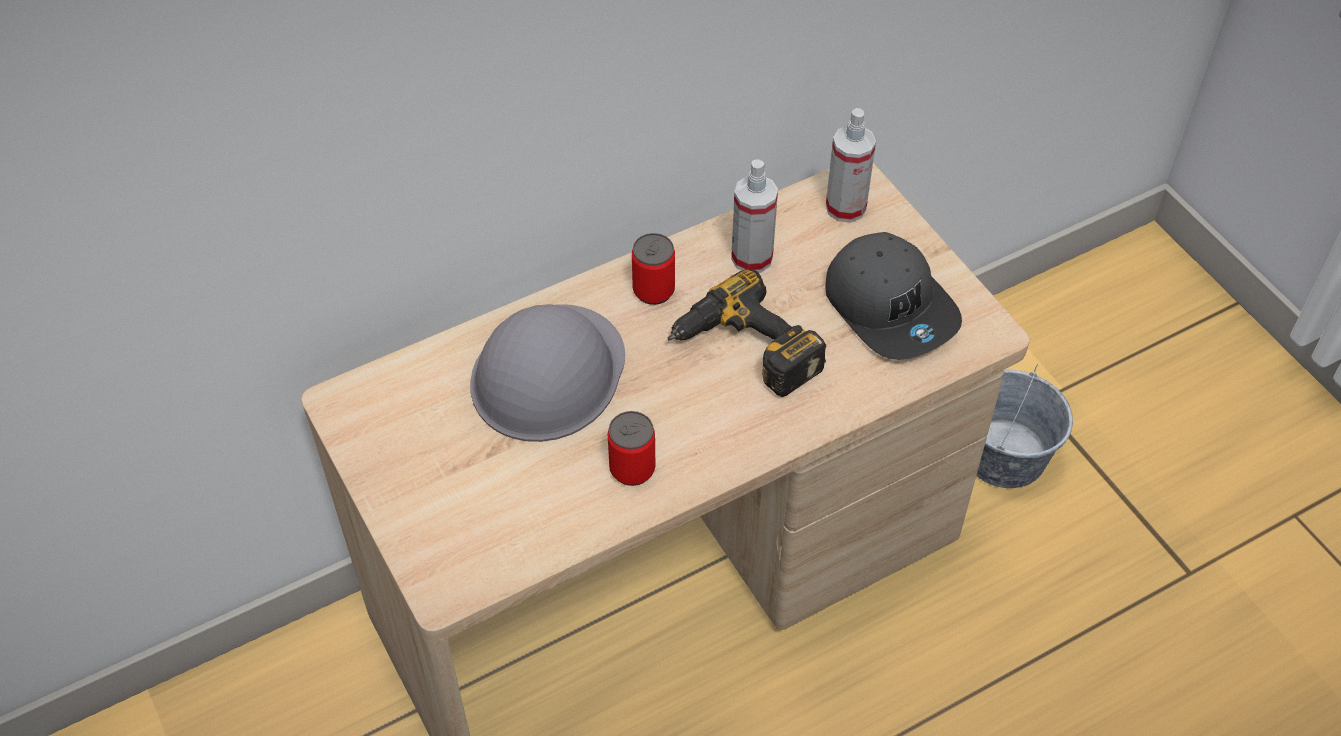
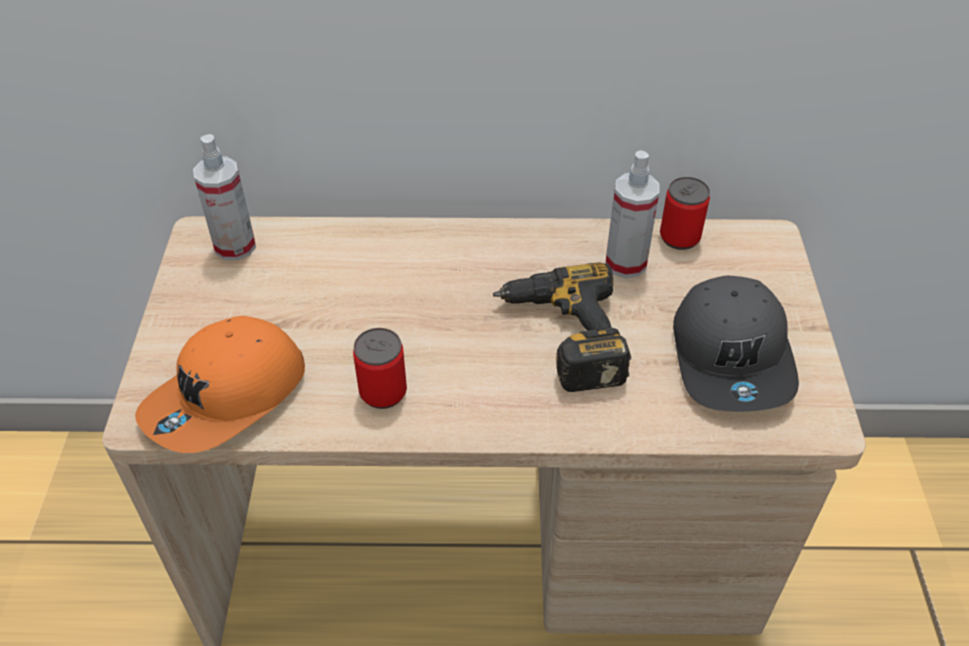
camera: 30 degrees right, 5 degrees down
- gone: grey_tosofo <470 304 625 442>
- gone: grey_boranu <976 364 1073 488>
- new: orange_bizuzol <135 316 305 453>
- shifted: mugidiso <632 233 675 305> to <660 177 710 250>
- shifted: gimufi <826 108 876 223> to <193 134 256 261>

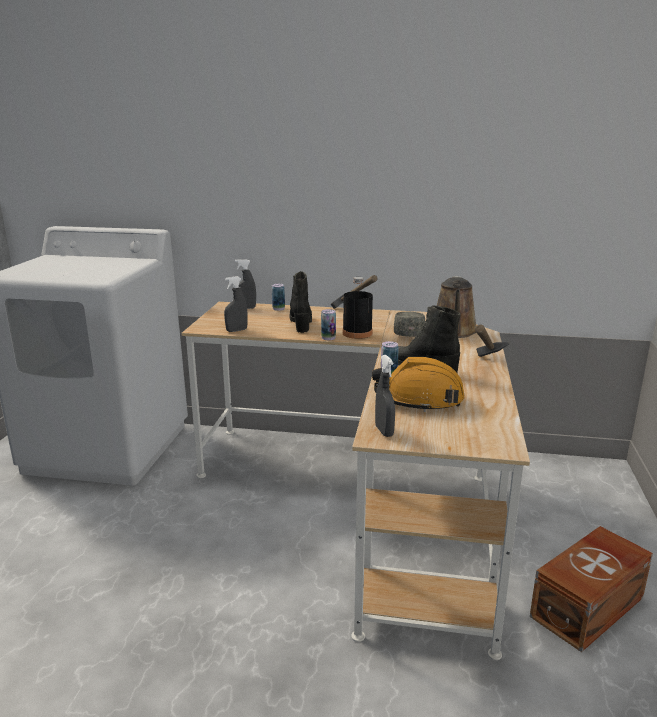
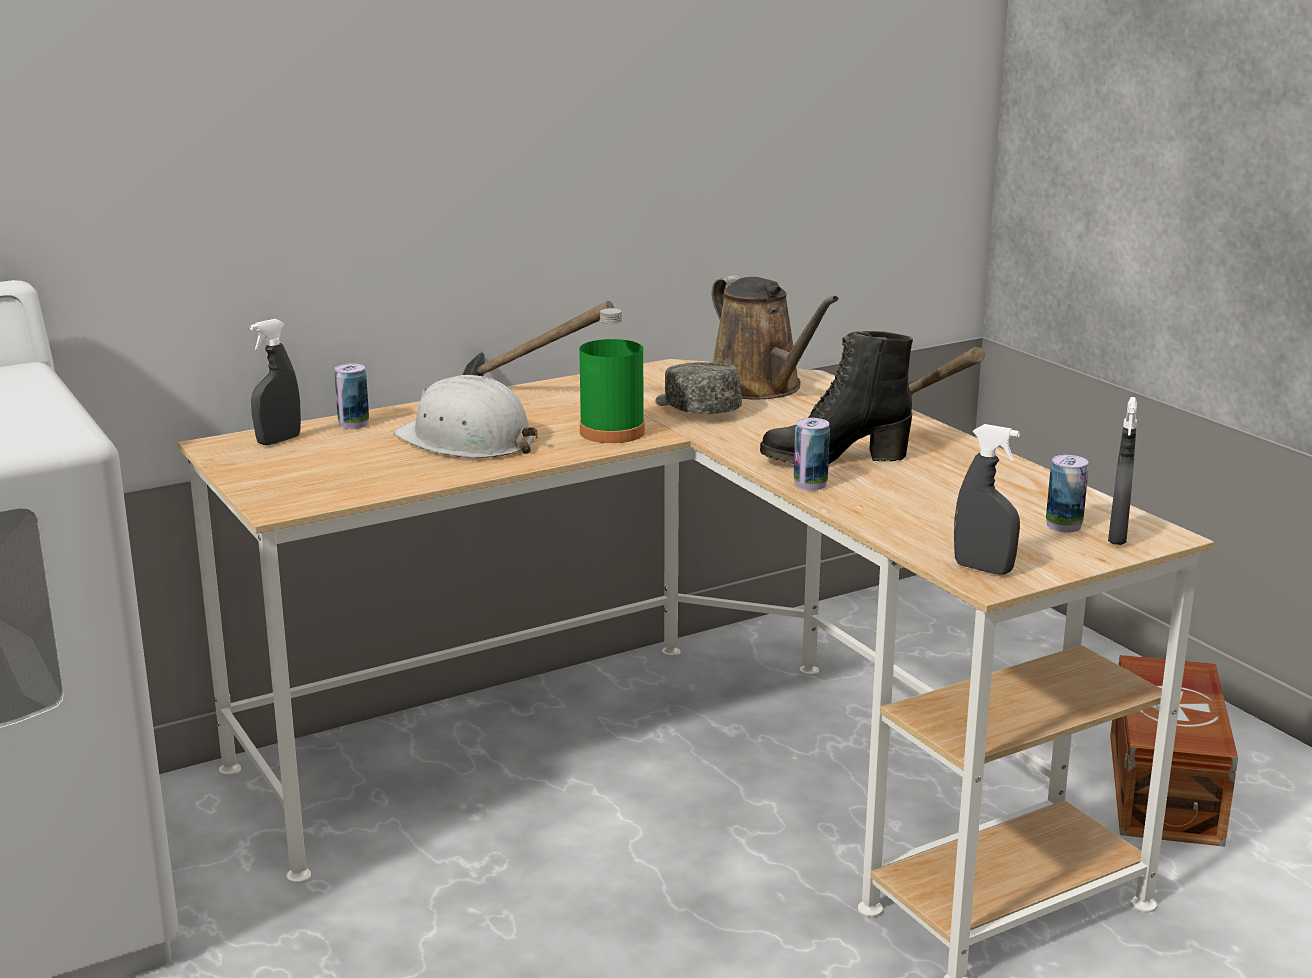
camera: 40 degrees left, 0 degrees up
- gone: orange_tosofo <372 357 465 412>
- shifted: grey_gimufi <224 276 248 332> to <1108 397 1137 545>
- shifted: mugidiso <321 309 336 340> to <1046 455 1089 533>
- swapped: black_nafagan <290 271 312 333> to white_tosofo <394 375 538 458>
- repainted: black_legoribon <343 277 373 339> to green_legoribon <579 308 645 443>

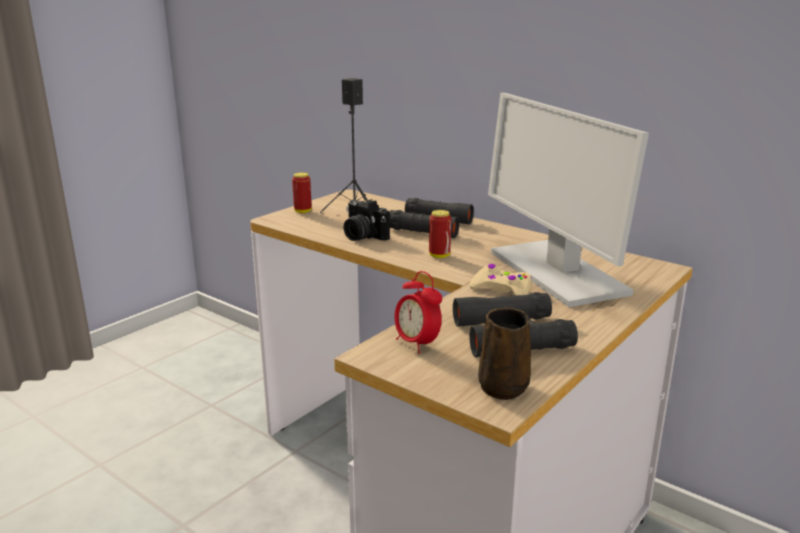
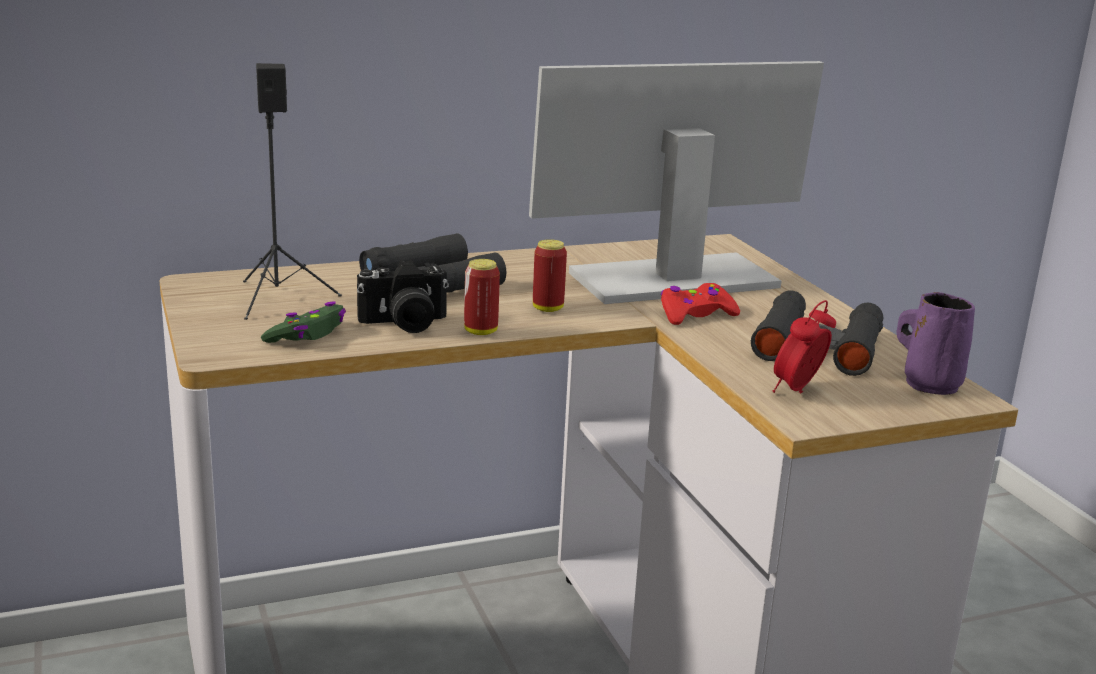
camera: 60 degrees left, 0 degrees up
- new: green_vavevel <261 301 346 343>
- shifted: mugidiso <292 172 312 213> to <464 259 500 335>
- repainted: beige_vavevel <470 264 532 295> to red_vavevel <661 283 740 325>
- repainted: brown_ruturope <478 307 531 400> to purple_ruturope <896 292 975 395>
- rotated: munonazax <395 271 442 354> = <773 300 836 393> 135 degrees clockwise
- rotated: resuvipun <488 93 649 307> = <529 61 824 304> 150 degrees clockwise

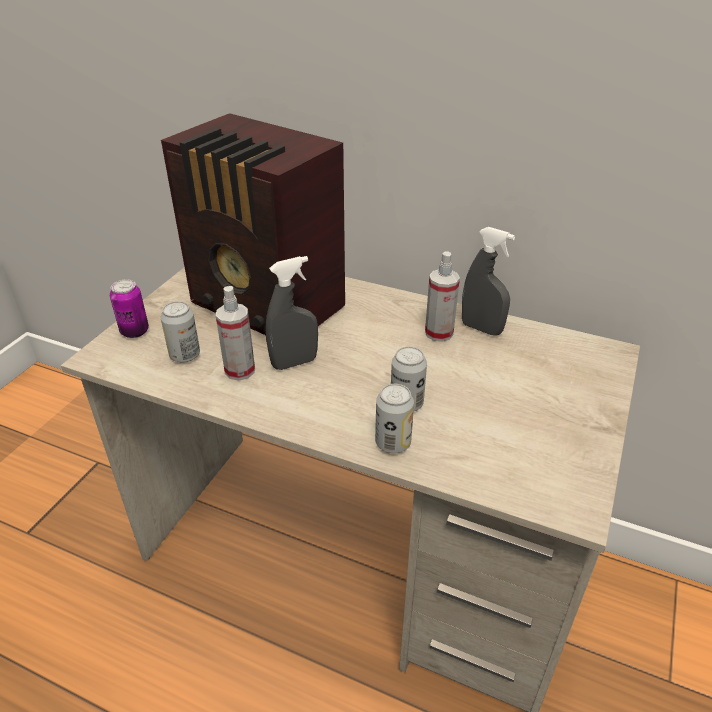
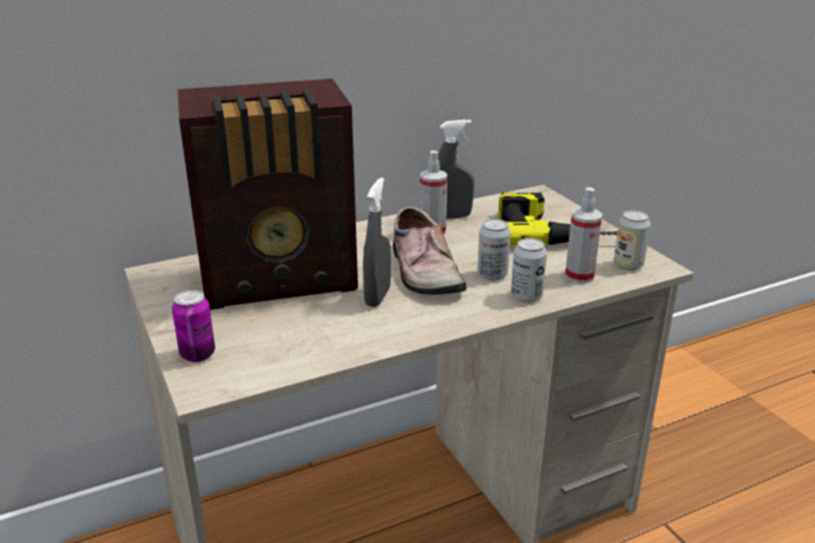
camera: 50 degrees left, 10 degrees down
- new: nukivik <393 207 467 295>
- new: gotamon <498 193 618 245>
- shifted: mugidiso <161 301 200 363> to <614 210 651 271>
- shifted: gimufi <216 286 255 381> to <565 187 602 283>

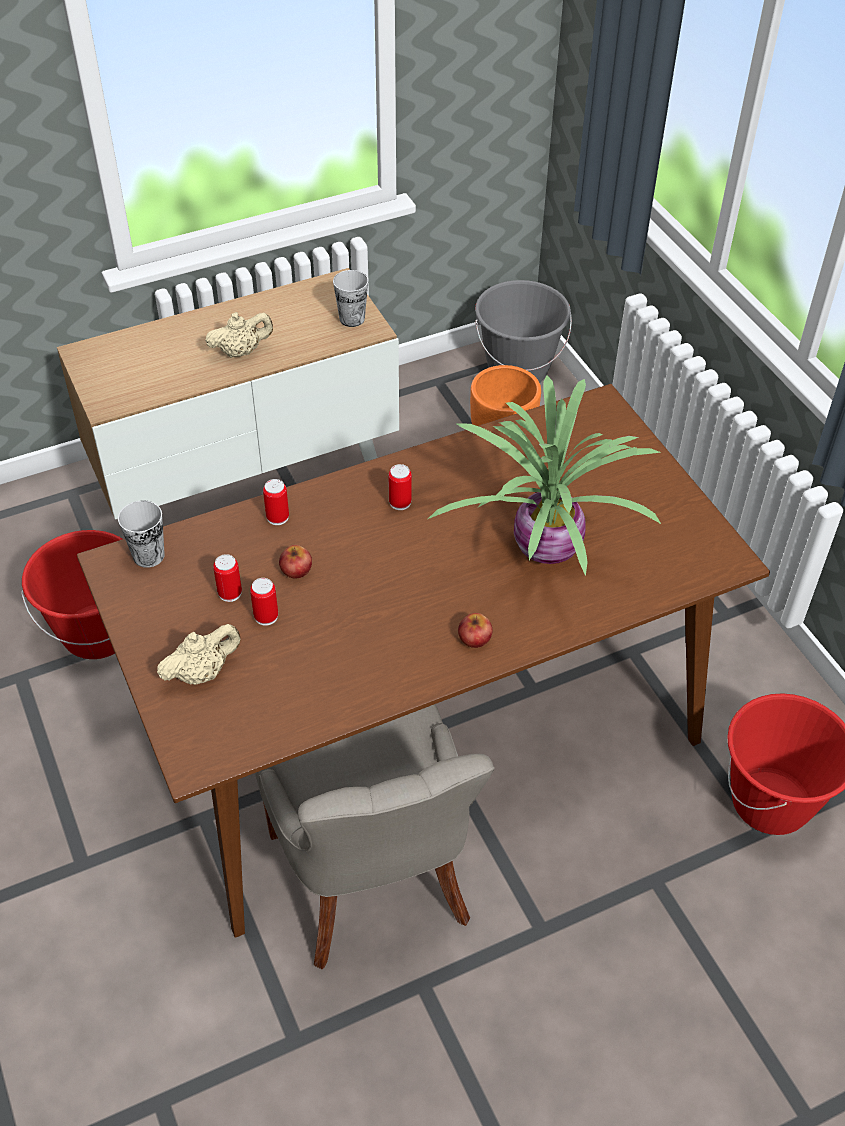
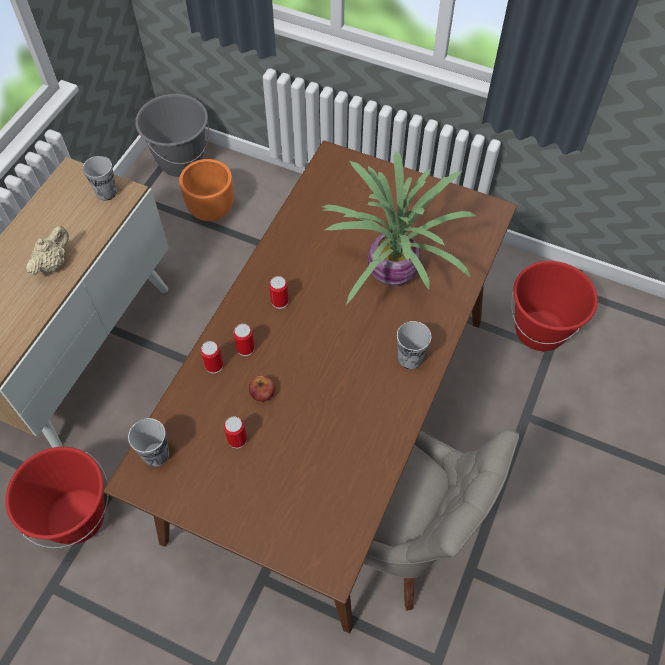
camera: 40 degrees left, 10 degrees up
- gone: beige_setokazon <157 624 241 685>
- shifted: mugidiso <250 578 278 626> to <233 324 255 356>
- swapped: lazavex <458 613 493 648> to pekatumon <397 321 431 369>

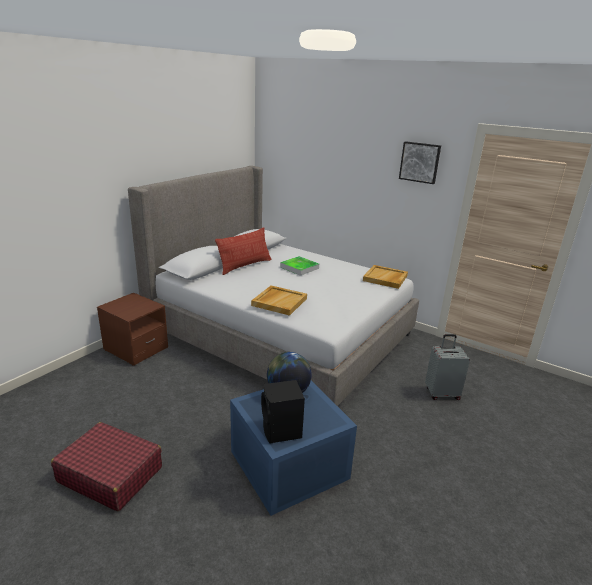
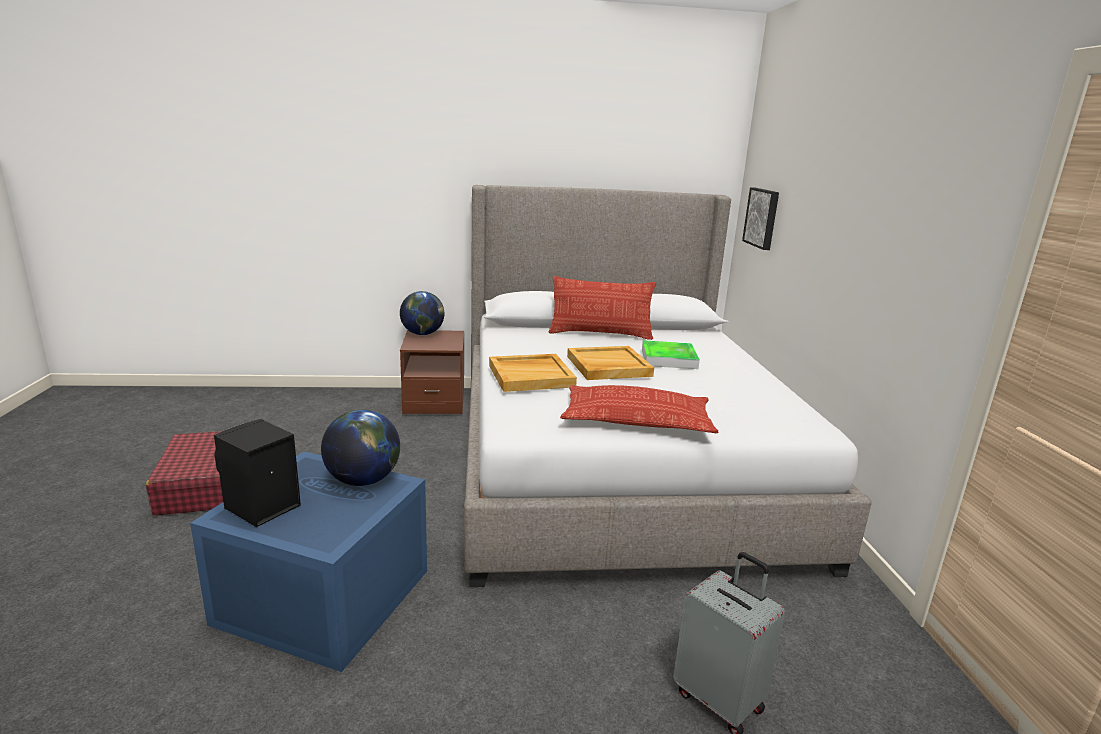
camera: 50 degrees right, 5 degrees down
- new: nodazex <400 291 445 335>
- new: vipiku <560 385 718 433>
- shifted: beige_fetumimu <363 265 408 289> to <567 346 654 380>
- shifted: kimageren <399 141 441 184> to <742 187 779 250>

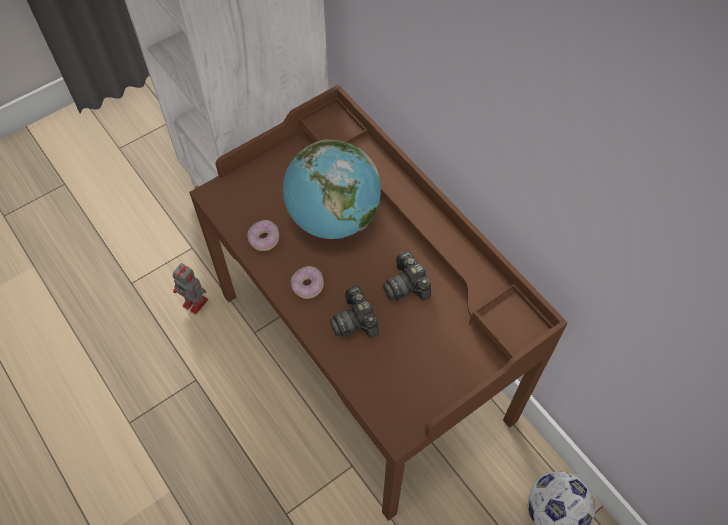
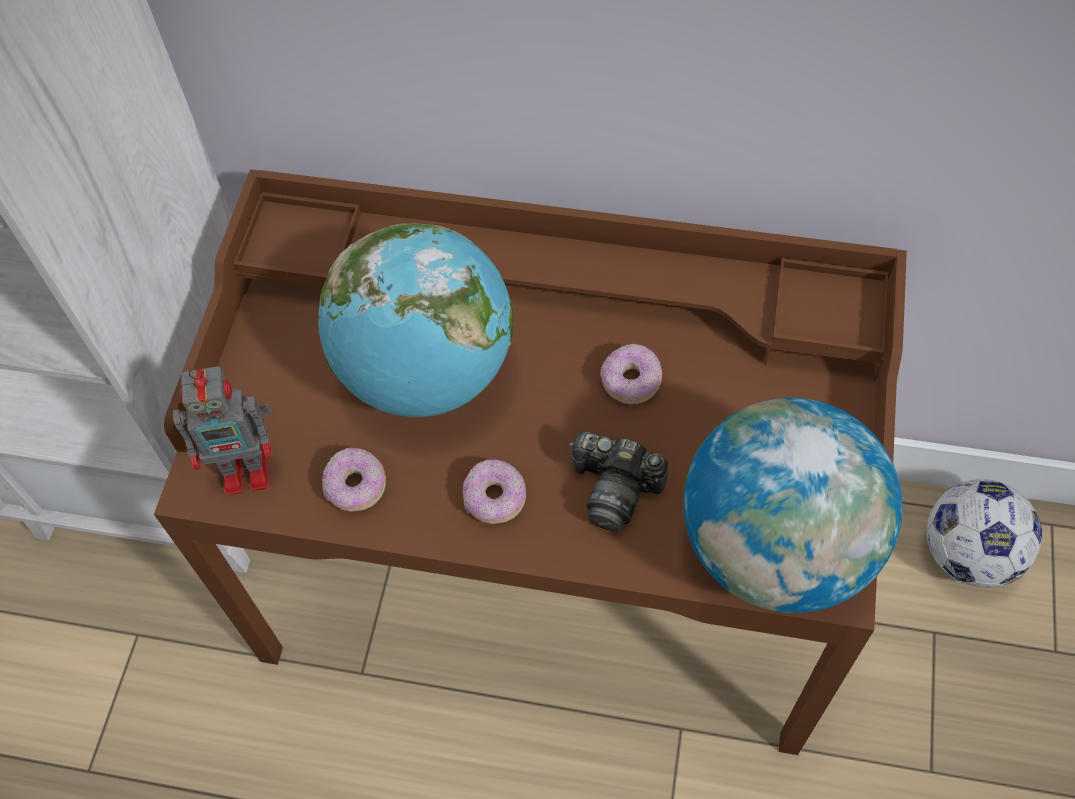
camera: 40 degrees left, 0 degrees up
- new: nodazex <683 398 902 613>
- shifted: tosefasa <173 263 208 315> to <173 366 272 496>
- swapped: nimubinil <383 251 431 301> to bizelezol <600 344 662 405>

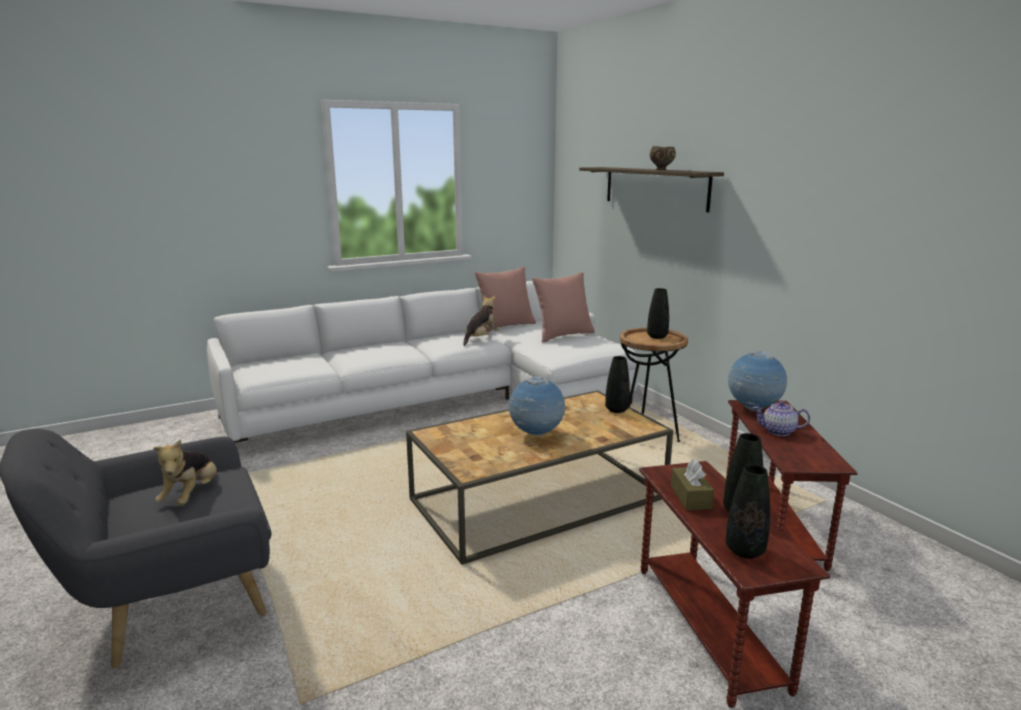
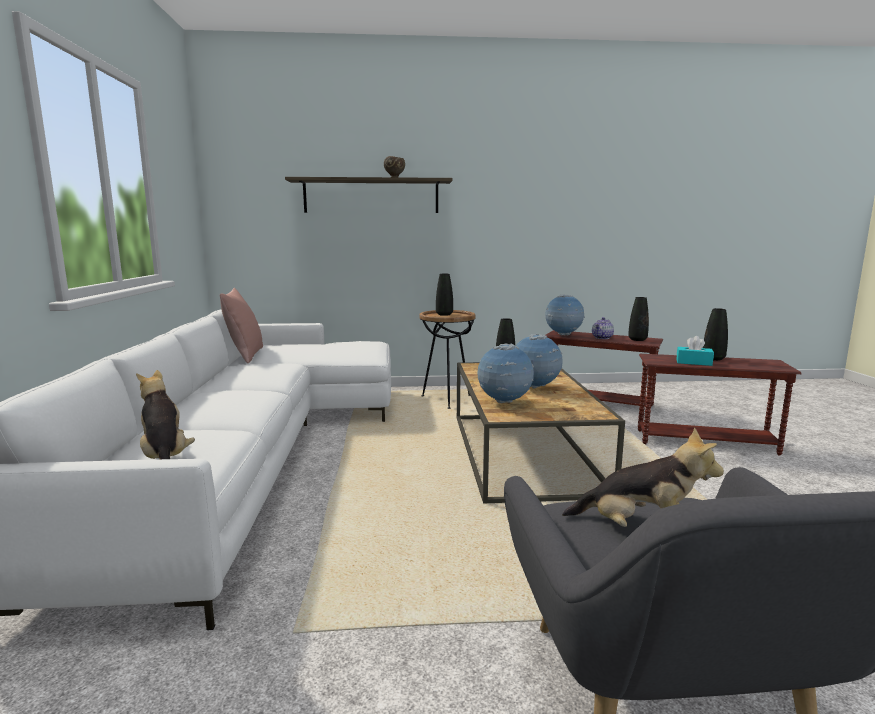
camera: 65 degrees left, 5 degrees down
- gone: pink_vipiku <532 272 595 342>
- new: nodazex <477 343 534 403>
- shifted: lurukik <463 295 499 346> to <136 370 195 459>
- shifted: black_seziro <726 464 770 559> to <628 297 649 341>
- repainted: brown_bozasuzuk <671 459 714 510> to turquoise_bozasuzuk <676 336 714 366>

